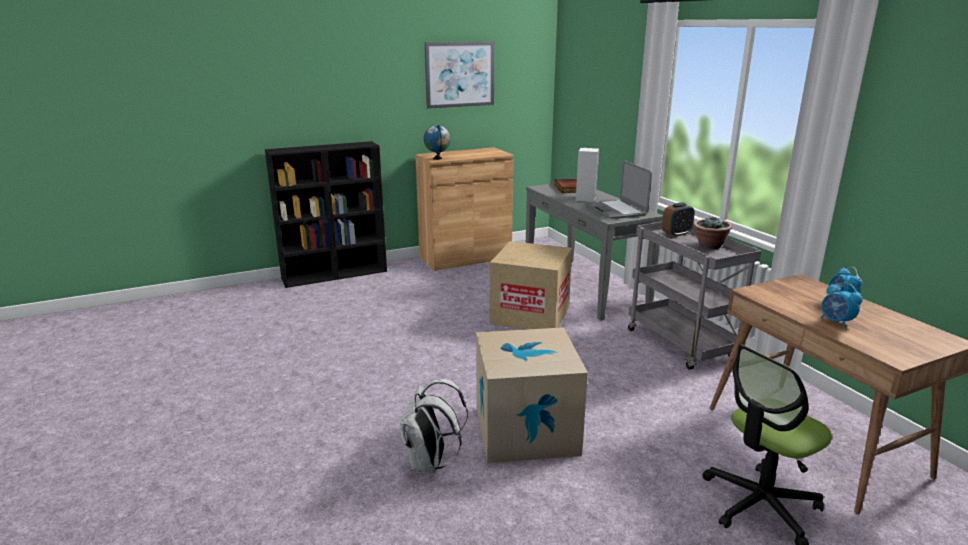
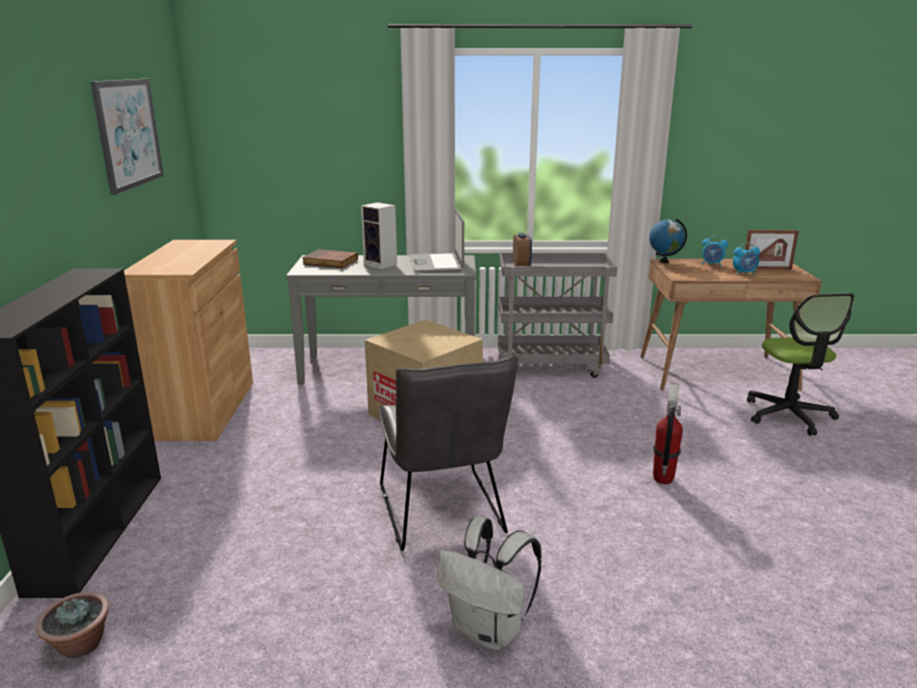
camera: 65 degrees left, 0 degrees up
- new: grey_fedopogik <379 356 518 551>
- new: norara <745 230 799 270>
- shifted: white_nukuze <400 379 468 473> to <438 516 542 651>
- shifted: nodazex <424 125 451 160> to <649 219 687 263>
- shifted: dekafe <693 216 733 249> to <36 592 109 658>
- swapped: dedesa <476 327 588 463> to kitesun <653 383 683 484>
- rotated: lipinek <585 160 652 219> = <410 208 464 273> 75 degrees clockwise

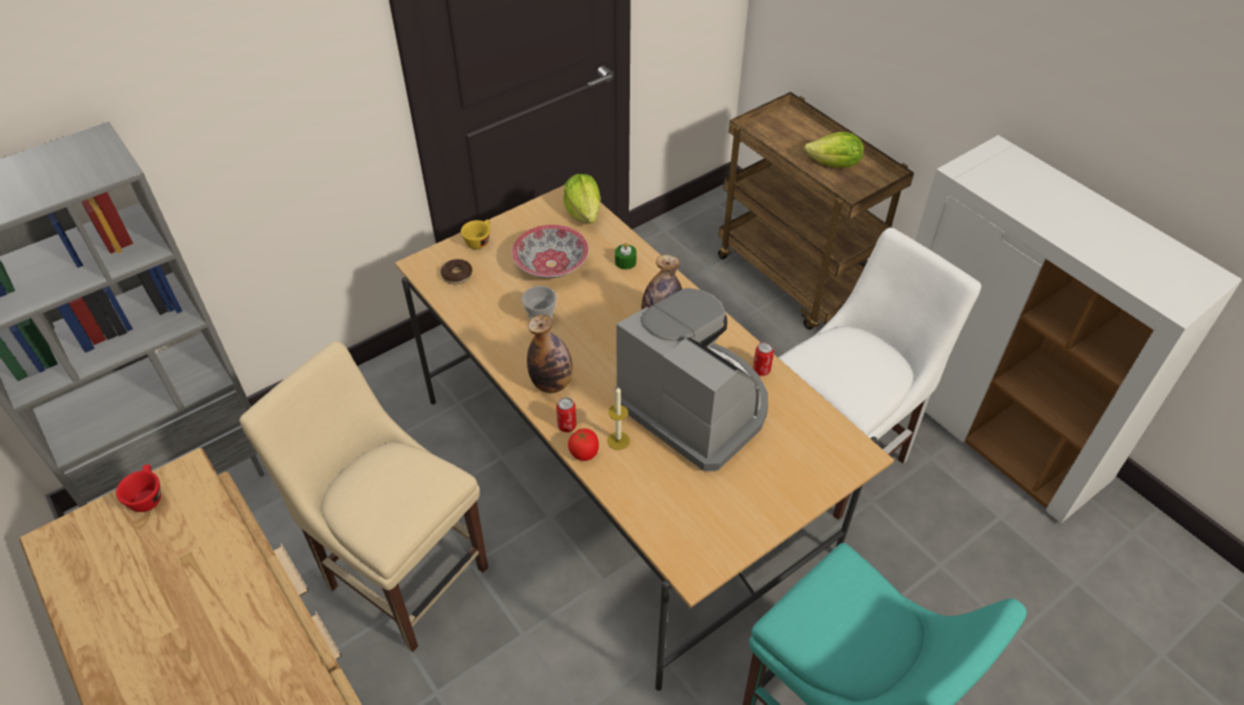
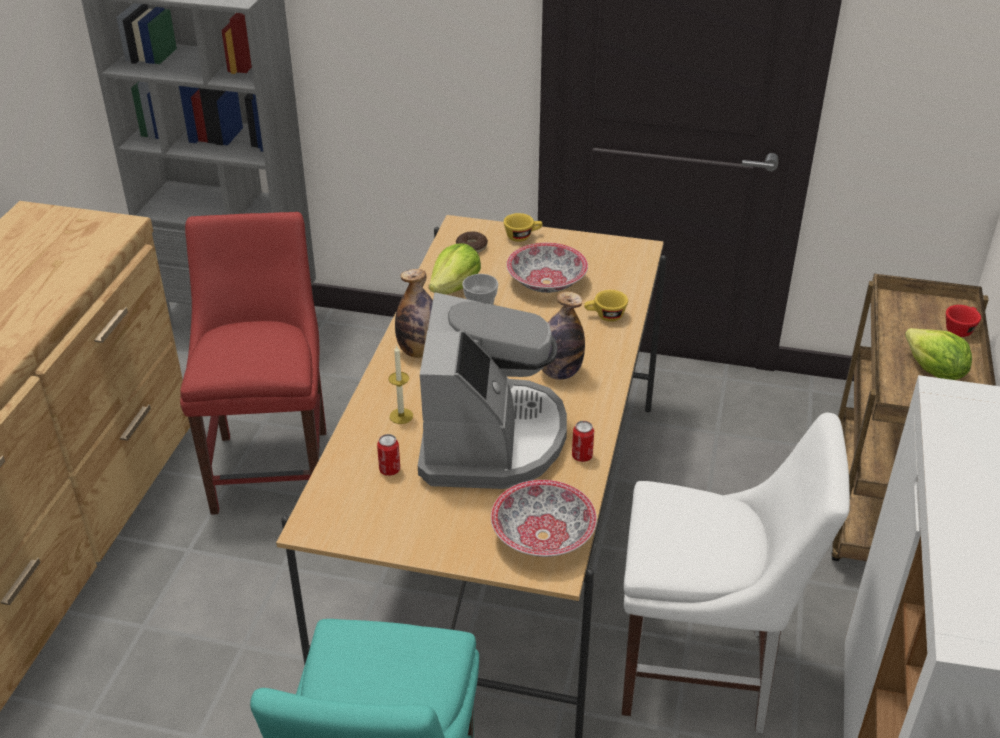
camera: 50 degrees right, 10 degrees down
- gone: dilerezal <568 428 599 461>
- new: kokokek <491 480 597 557>
- shifted: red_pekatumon <116 465 161 512> to <946 305 981 337>
- shifted: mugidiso <556 397 576 432> to <377 434 400 476>
- shifted: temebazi <563 174 601 224> to <429 243 481 294>
- swapped: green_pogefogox <615 243 637 270> to yellow_pekatumon <584 290 628 322>
- repainted: beige_fedopogik <240 341 488 652> to red_fedopogik <180 212 326 515>

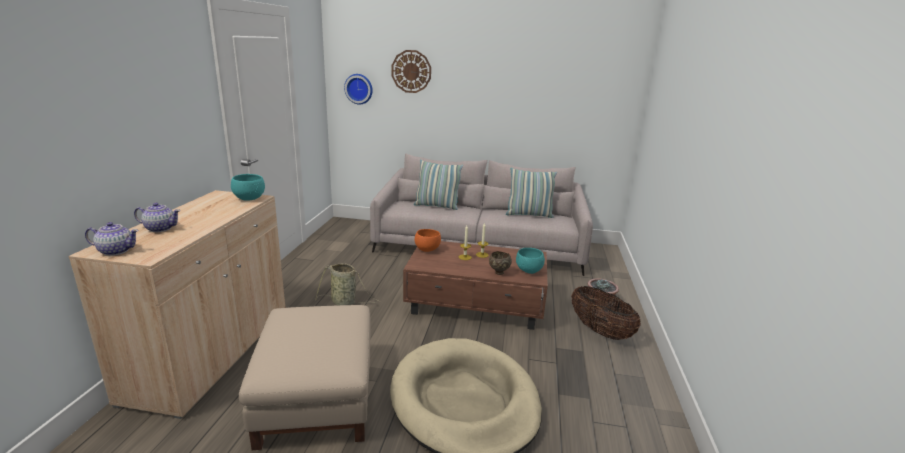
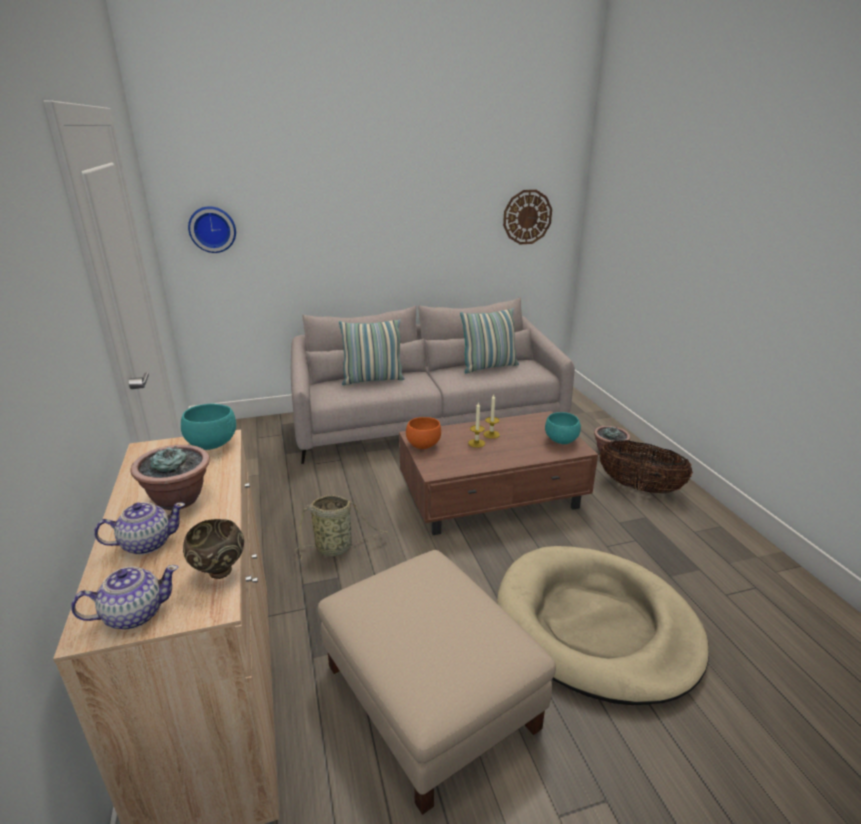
camera: 25 degrees left, 5 degrees up
- new: dekafe <130 445 210 510>
- shifted: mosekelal <392 50 431 93> to <503 190 552 245>
- shifted: brown_kokokek <489 251 512 275> to <183 519 244 579>

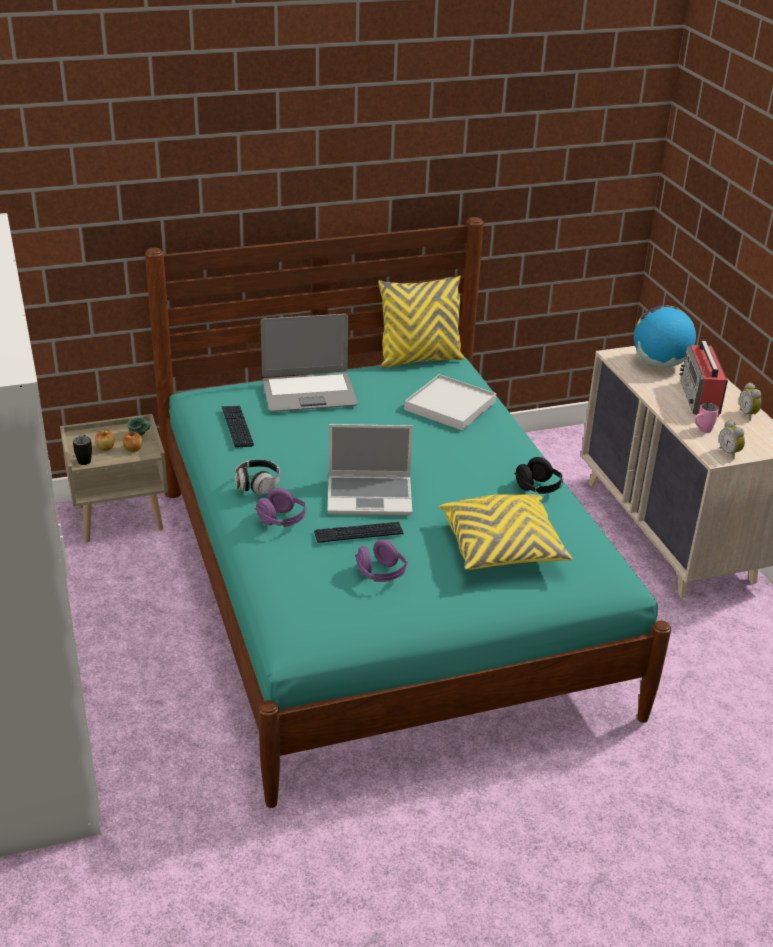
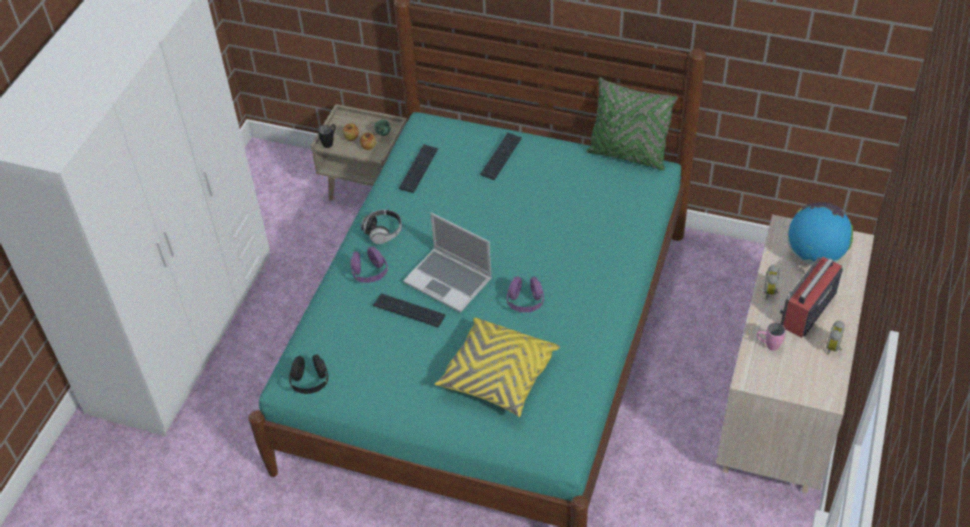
camera: 40 degrees right, 15 degrees up
- gone: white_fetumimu <404 374 496 431>
- shifted: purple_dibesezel <355 539 407 582> to <507 276 544 313>
- shifted: black_dibesezel <514 457 563 494> to <289 354 328 394>
- shifted: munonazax <719 420 745 459> to <764 265 779 299>
- swapped: lipinek <261 314 358 412> to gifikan <480 132 522 180>
- repainted: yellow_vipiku <378 275 464 368> to green_vipiku <586 77 678 170>

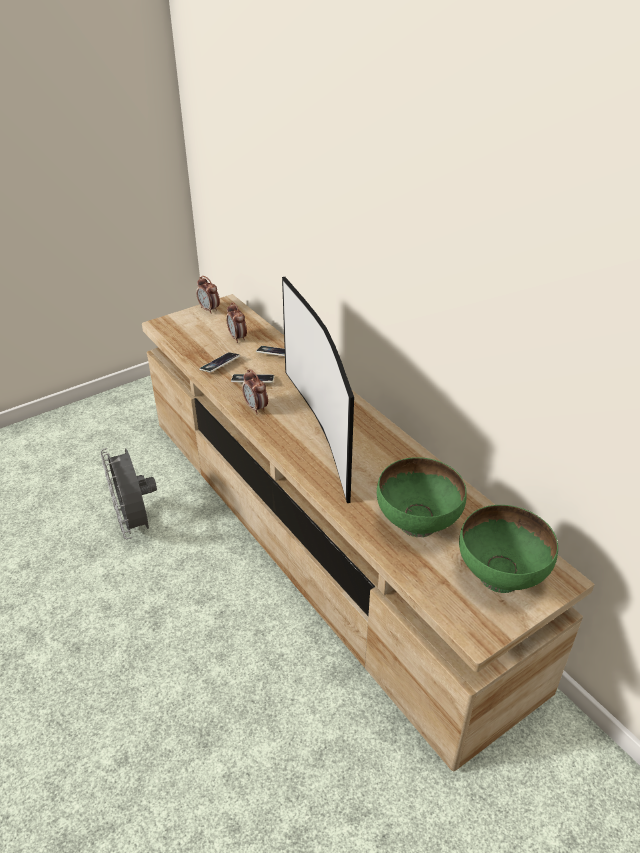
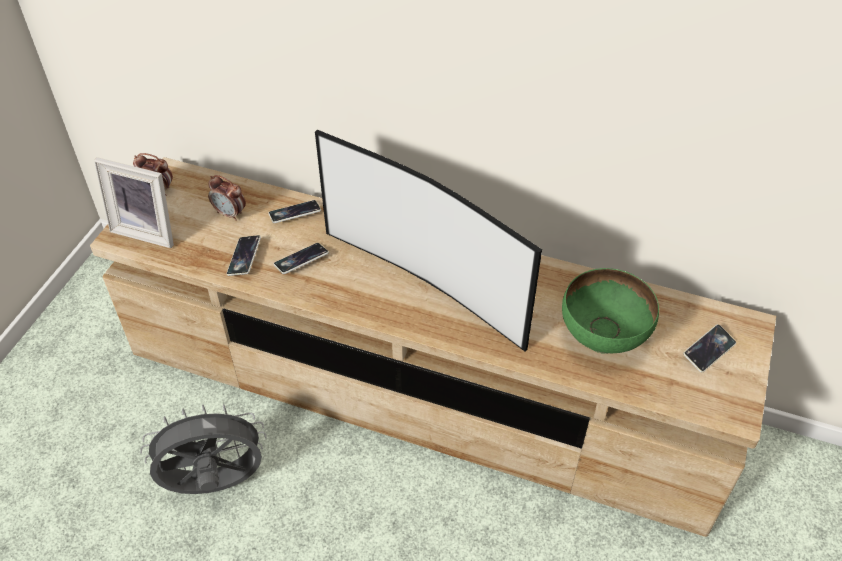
camera: 35 degrees left, 10 degrees up
- gone: munonazax <242 369 268 414>
- new: norara <94 157 174 248>
- swapped: green_kokokek <459 505 558 593> to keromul <683 324 736 373>
- rotated: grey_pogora <101 448 157 539> = <140 404 267 494> 135 degrees clockwise

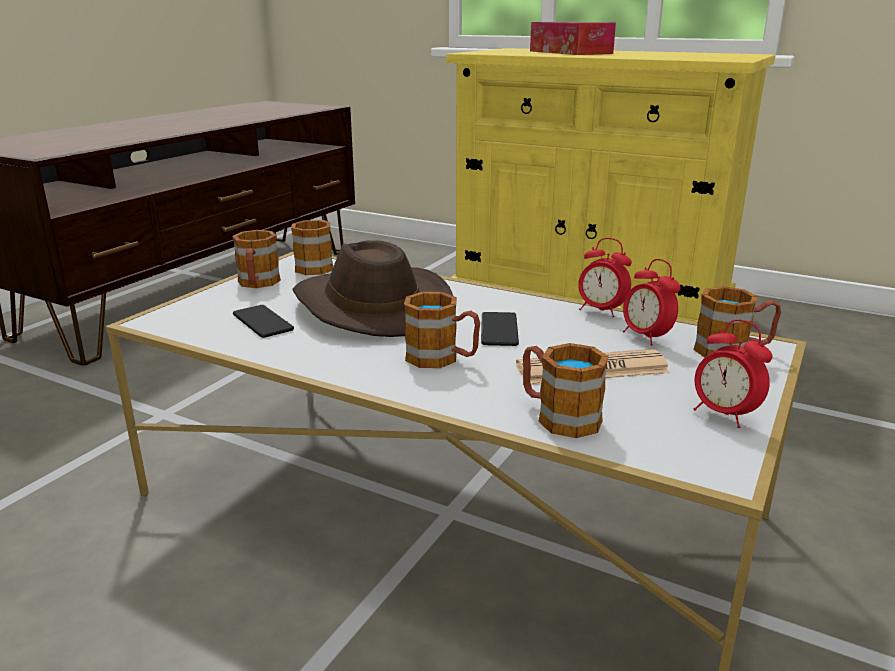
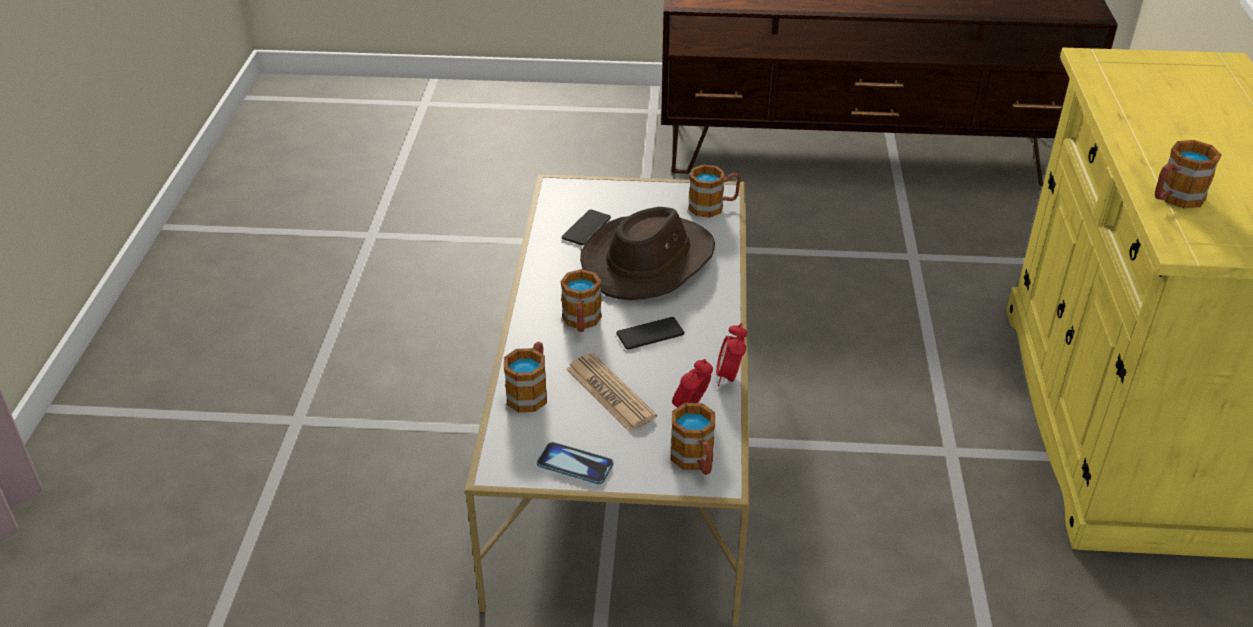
camera: 65 degrees right, 15 degrees up
- gone: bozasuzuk <530 22 616 55>
- shifted: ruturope <232 230 281 288> to <1155 140 1221 208>
- swapped: munonazax <694 319 772 428> to keromul <537 442 613 484>

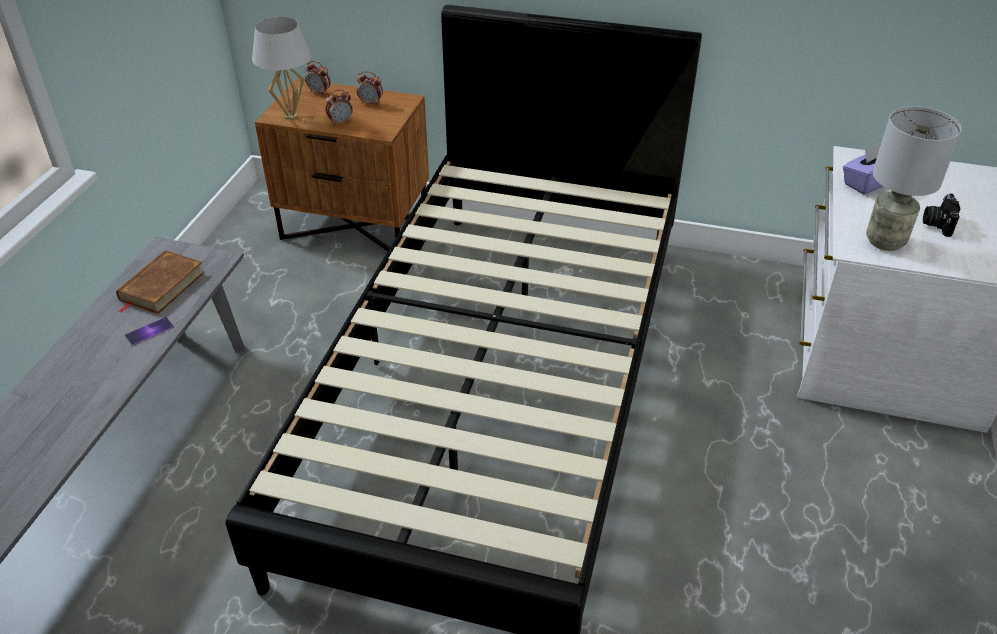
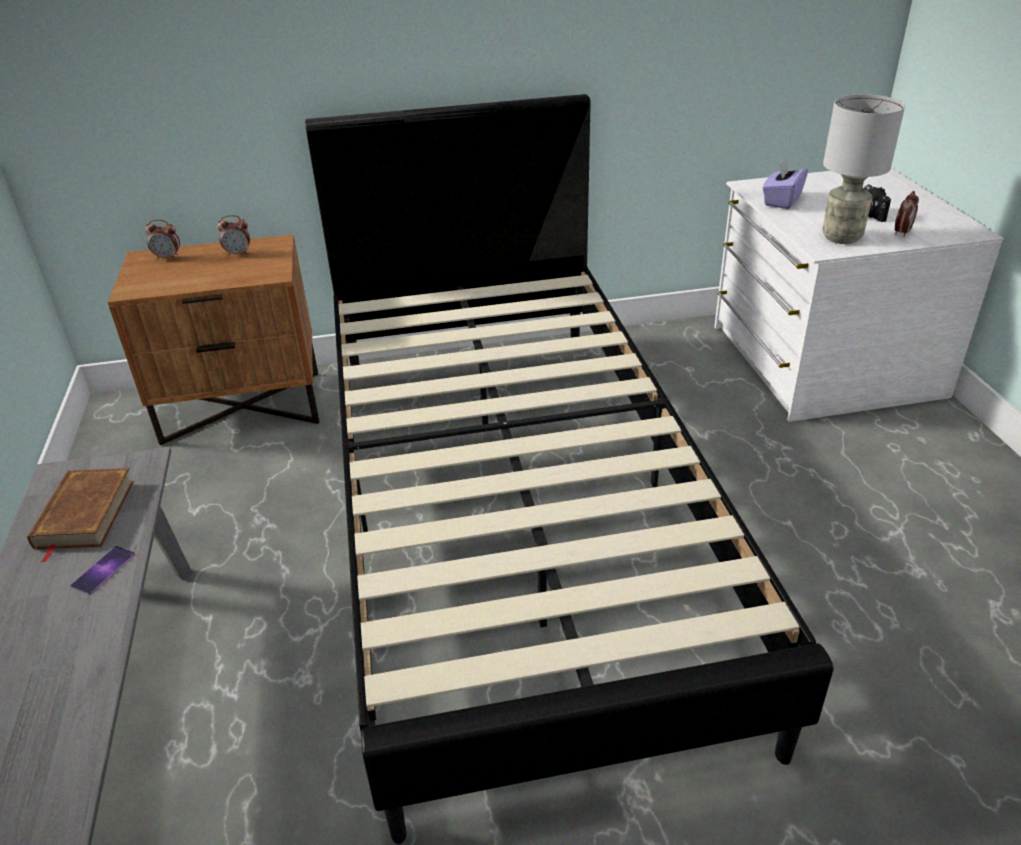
camera: 25 degrees left, 5 degrees down
- gone: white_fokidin <252 17 312 119>
- shifted: munonazax <325 89 353 126> to <895 191 919 237>

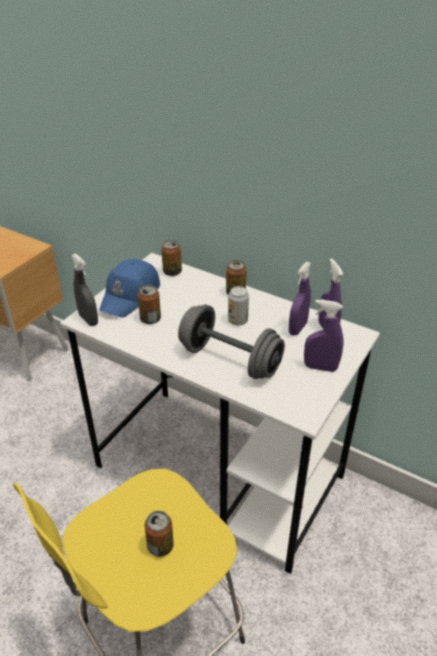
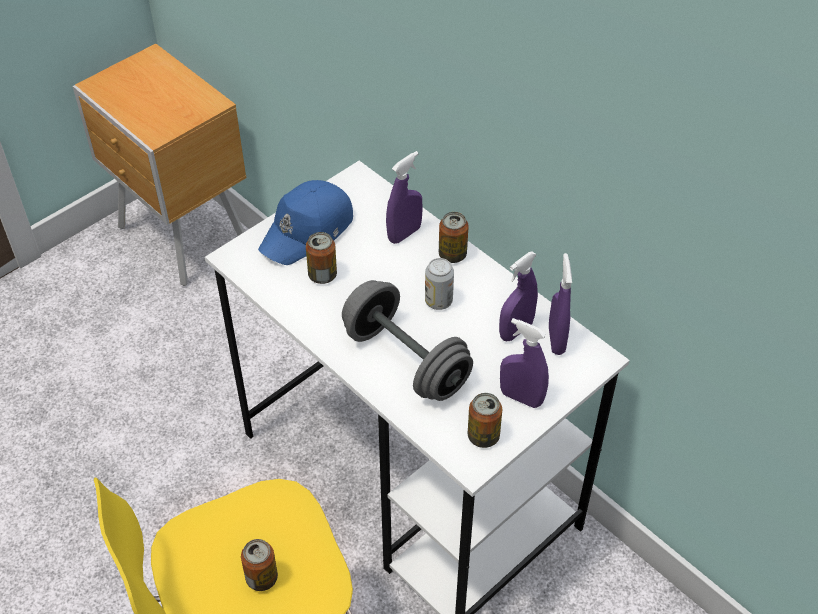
camera: 15 degrees right, 10 degrees up
- gone: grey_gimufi <71 253 98 326>
- new: purple_gimufi <386 151 423 244>
- shifted: mugidiso <161 240 182 276> to <468 393 502 448>

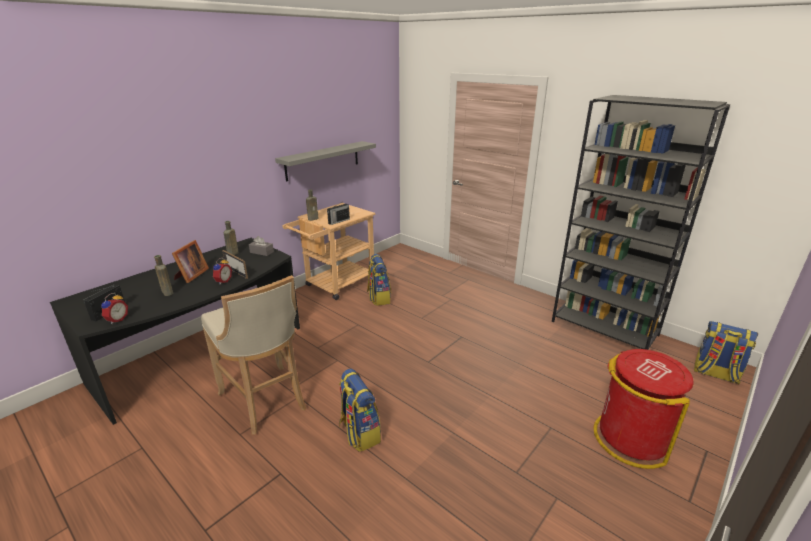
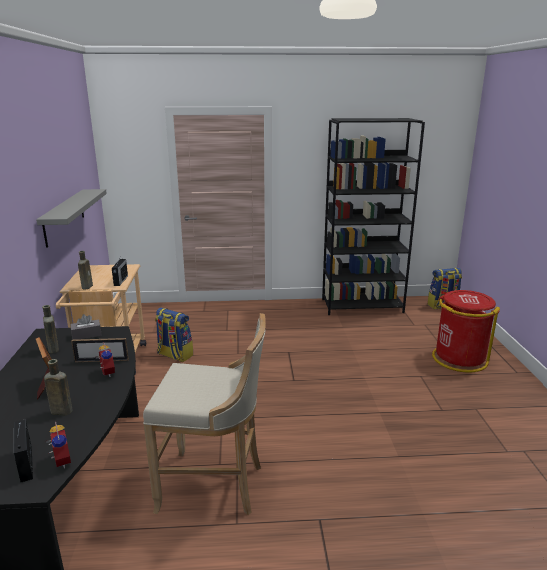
camera: 45 degrees left, 5 degrees down
- gone: nukuze <339 369 381 452>

